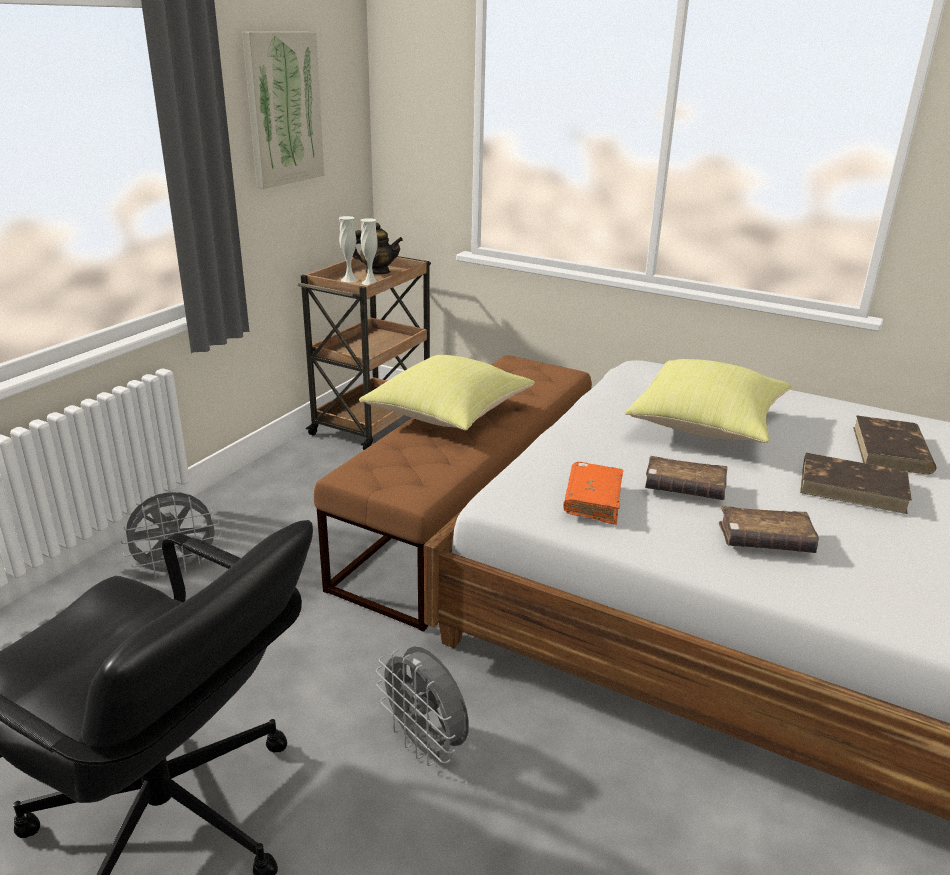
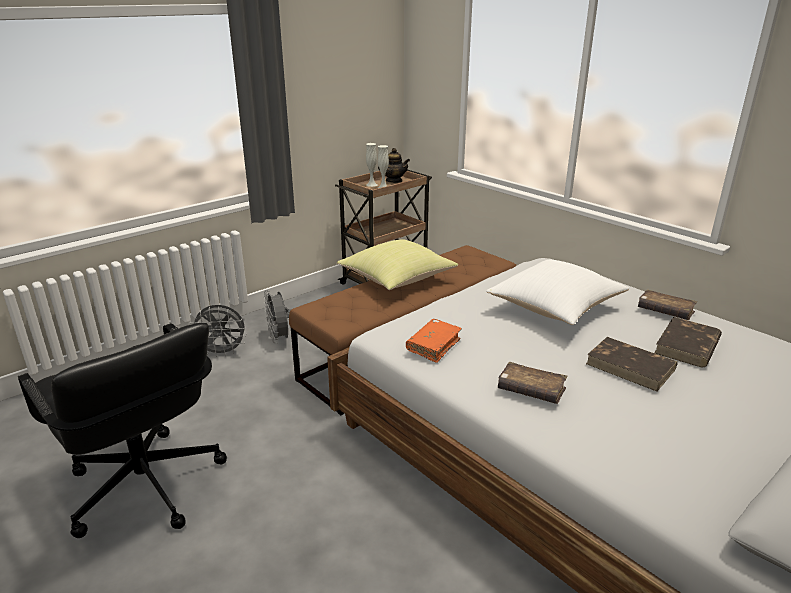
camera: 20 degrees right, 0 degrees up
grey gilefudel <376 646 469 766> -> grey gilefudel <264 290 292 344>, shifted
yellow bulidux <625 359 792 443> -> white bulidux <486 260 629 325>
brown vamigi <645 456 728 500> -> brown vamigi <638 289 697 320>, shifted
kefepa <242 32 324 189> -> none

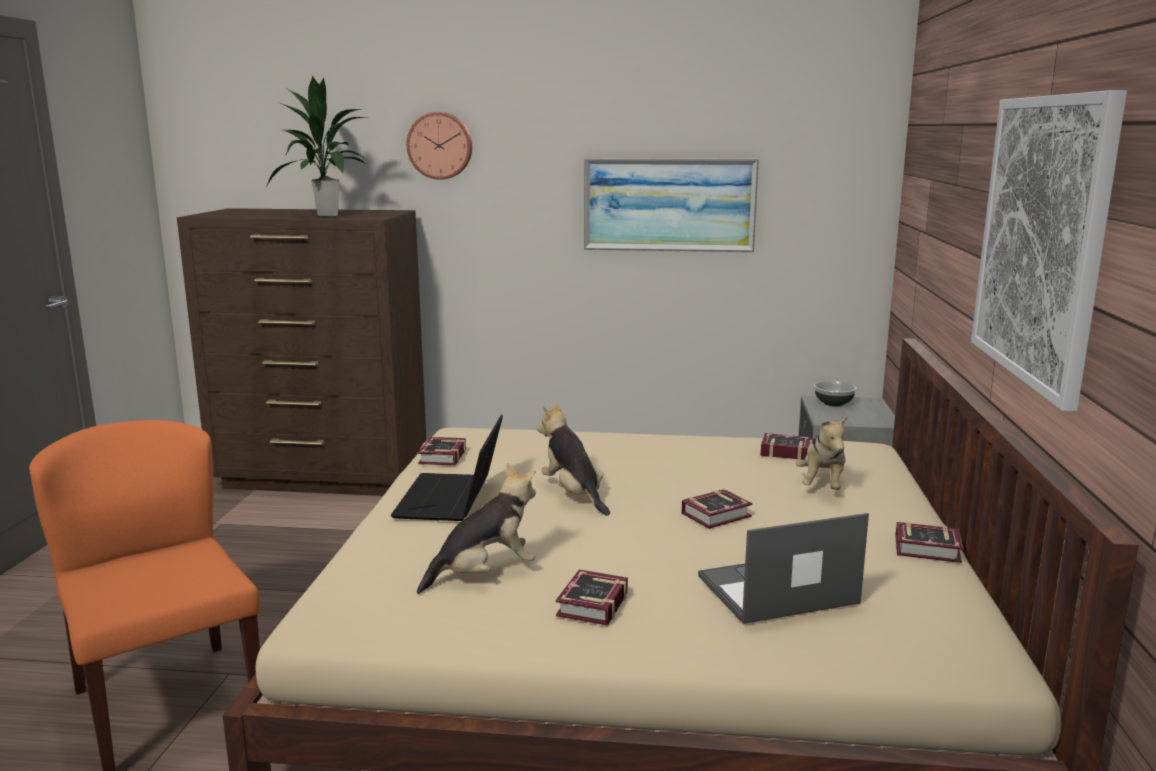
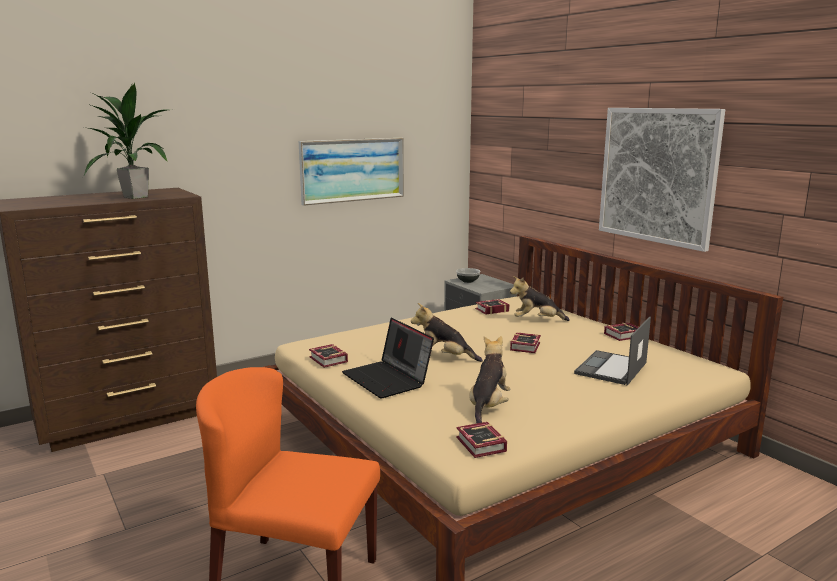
camera: 40 degrees left, 0 degrees up
vamigi <556 570 628 626> -> vamigi <456 422 507 458>, shifted
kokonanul <796 415 848 490> -> kokonanul <510 276 570 321>, 120 degrees clockwise
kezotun <407 112 472 180> -> none

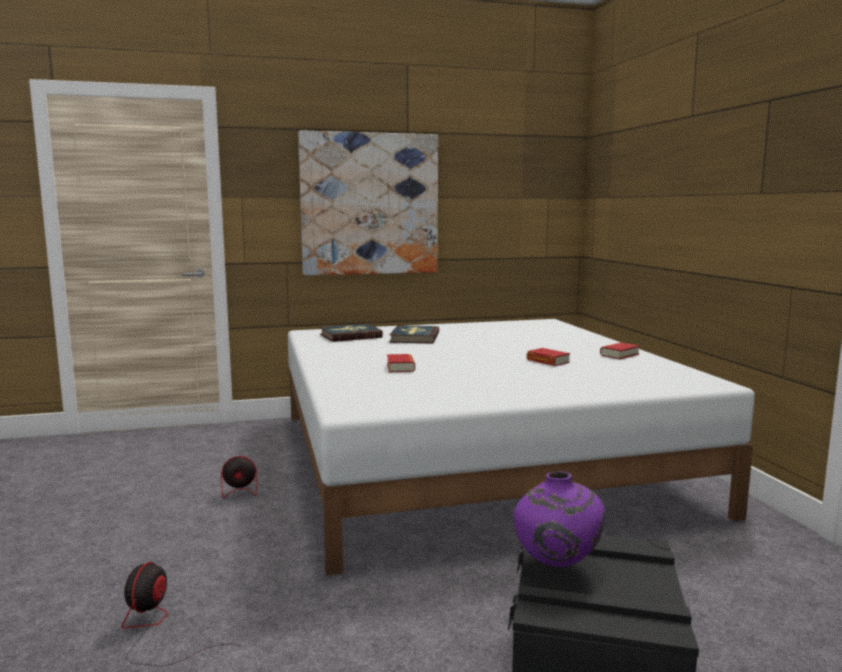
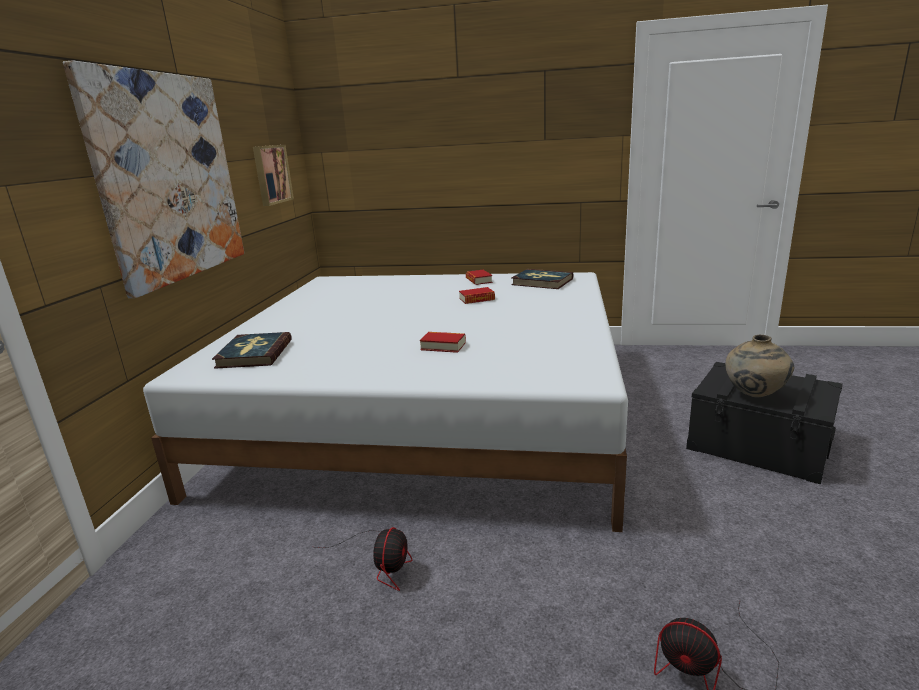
camera: 65 degrees left, 10 degrees up
none -> kefepa <253 145 294 206>
vamigi <389 325 439 344> -> vamigi <511 269 573 289>, shifted
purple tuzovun <513 471 606 567> -> beige tuzovun <726 335 794 398>

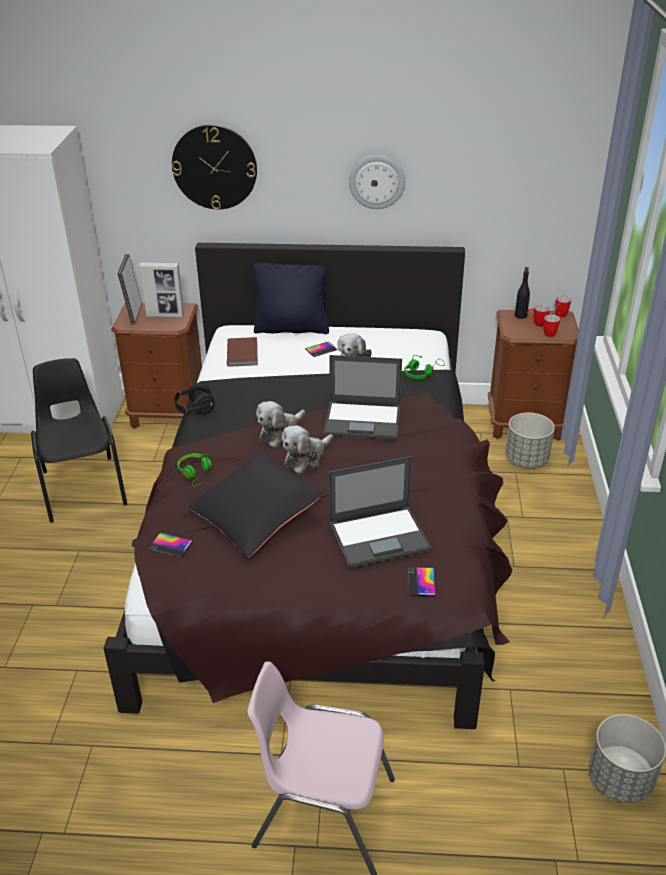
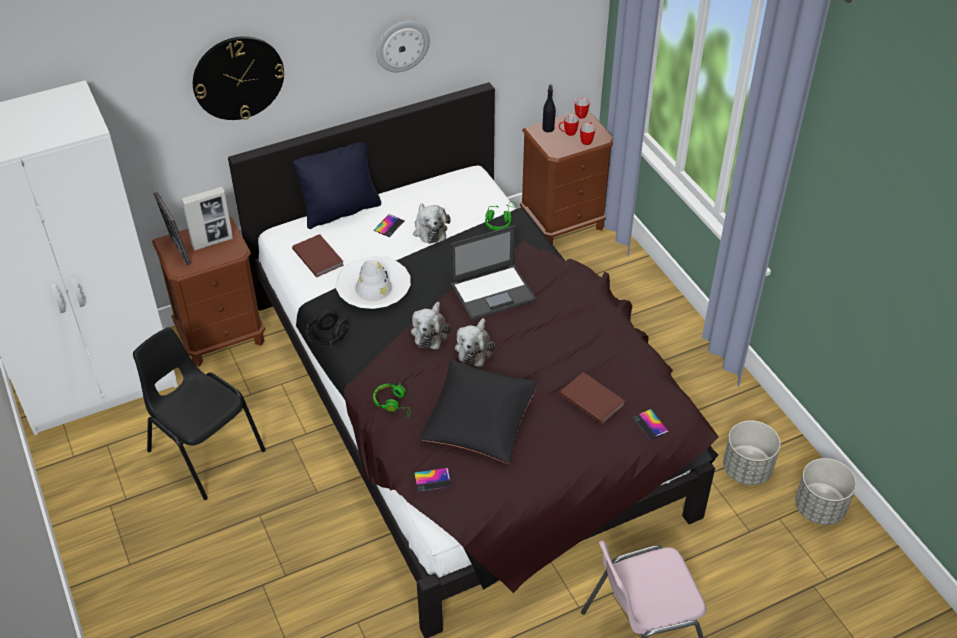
camera: 30 degrees left, 10 degrees up
none -> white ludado <336 256 411 309>
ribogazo <329 456 432 568> -> brown vamigi <560 372 625 424>
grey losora <505 412 555 467> -> grey losora <723 420 781 485>, shifted

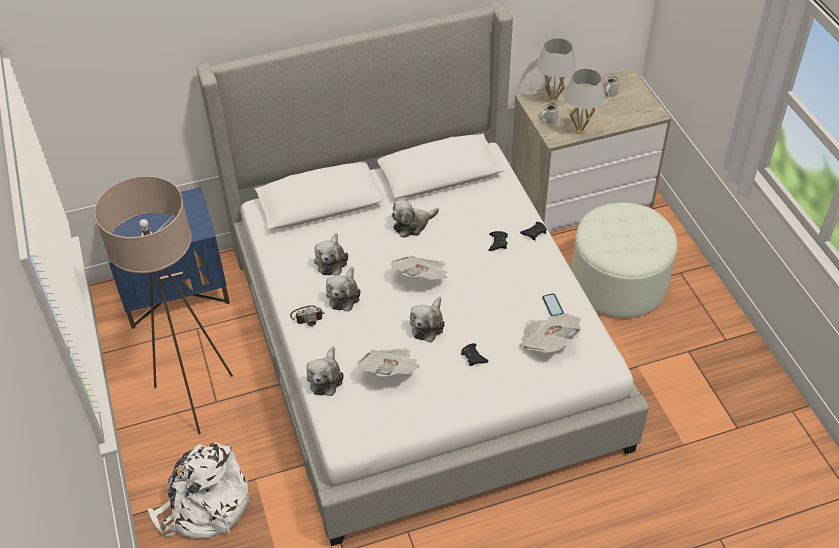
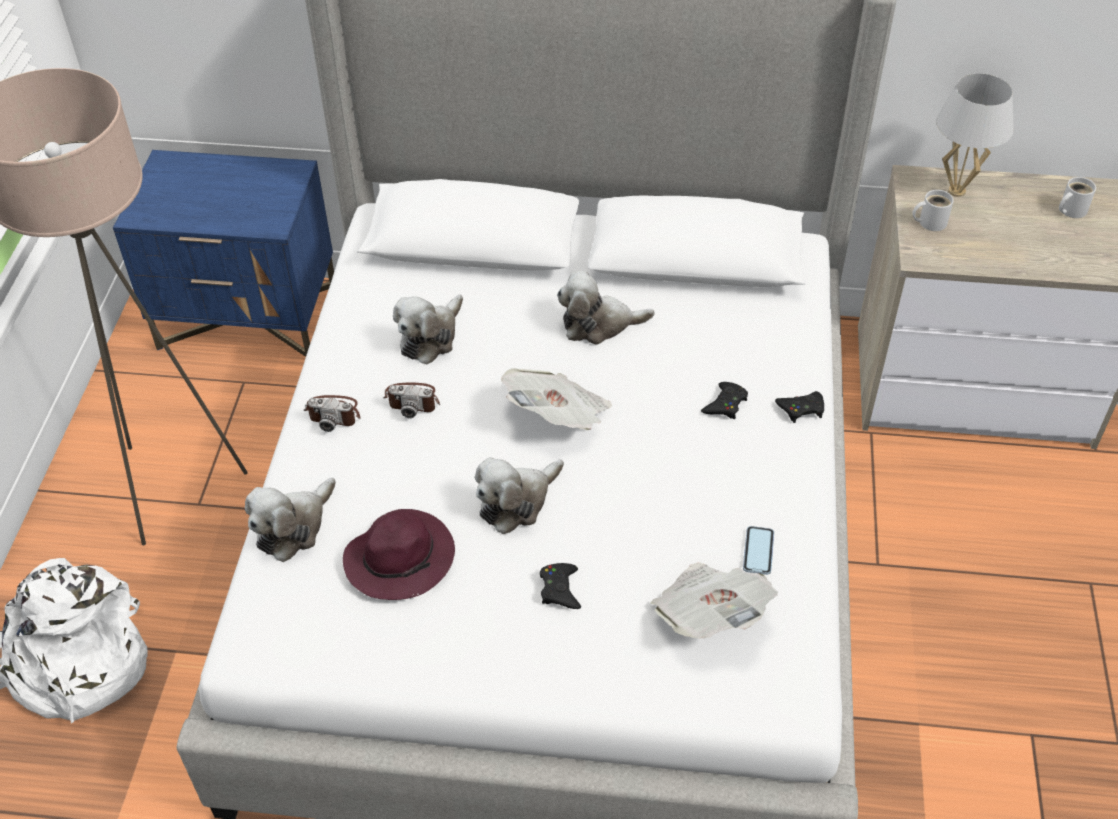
camera: 25 degrees right, 0 degrees up
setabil <357 348 419 376> -> purple ludado <343 509 455 600>
kokonanul <326 267 361 311> -> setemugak <383 382 440 418>
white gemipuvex <564 69 605 134> -> none
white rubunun <571 203 677 318> -> none

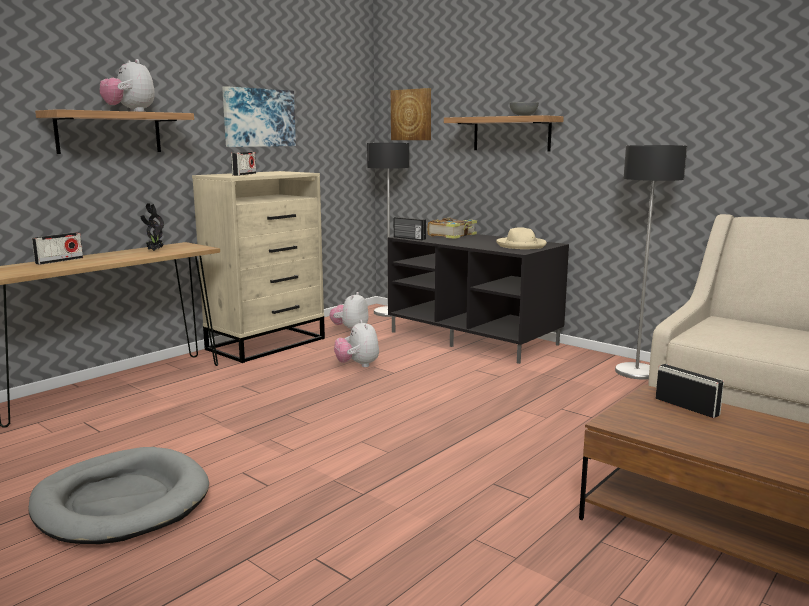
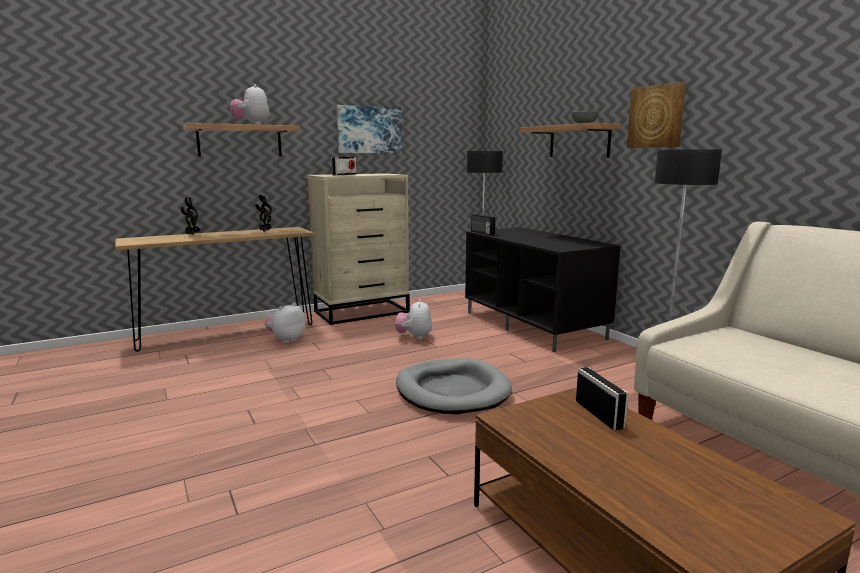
camera: 20 degrees right, 0 degrees up
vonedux <32 232 83 265> -> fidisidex <181 197 201 235>
kokonanul <329 292 368 330> -> kokonanul <265 303 306 343>, shifted
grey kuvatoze <28 447 209 544> -> grey kuvatoze <396 358 512 415>, shifted
kefepa <391 88 431 140> -> kefepa <627 82 686 148>, shifted
vamigi <428 218 477 239> -> none
beige ludado <496 227 547 249> -> none

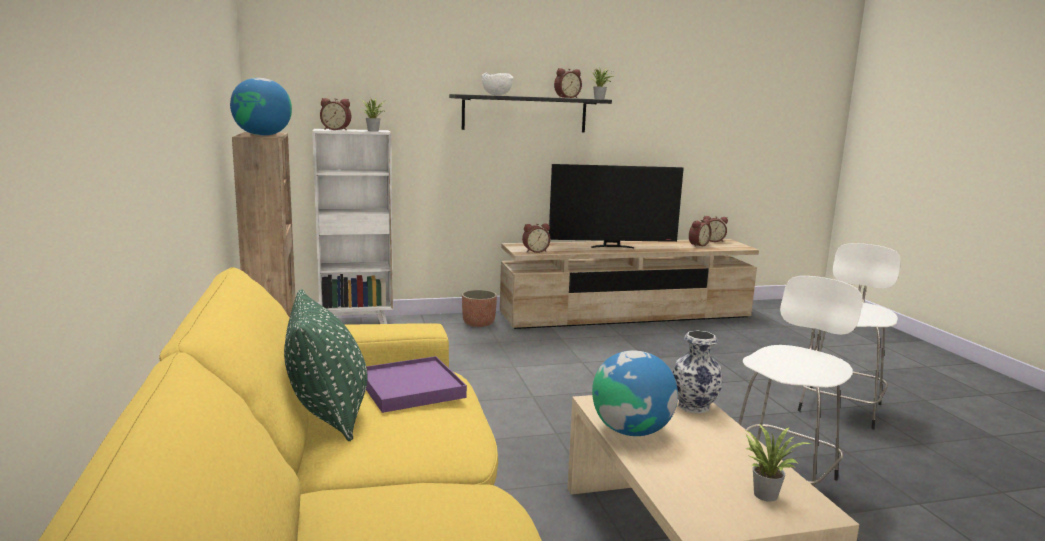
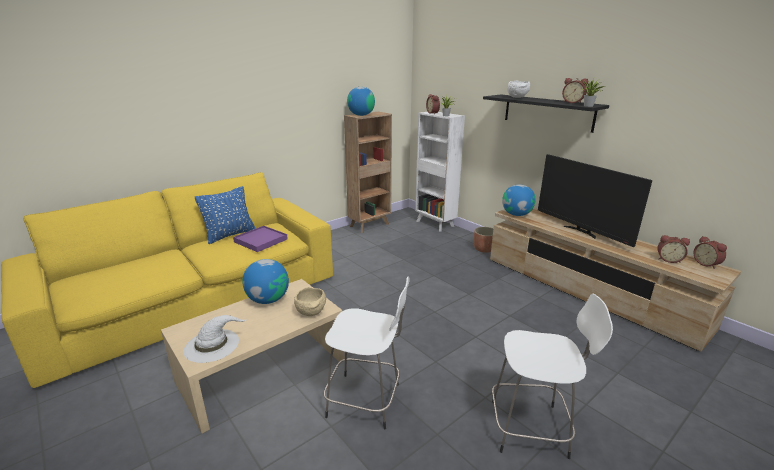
camera: 65 degrees right, 10 degrees up
fidisidex <746 424 812 502> -> white ludado <183 315 248 363>
green bulidux <284 289 368 441> -> blue bulidux <195 186 256 244>
tuzovun <672 330 723 414> -> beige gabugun <294 287 326 316>
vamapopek <522 223 550 253> -> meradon <502 184 536 216>

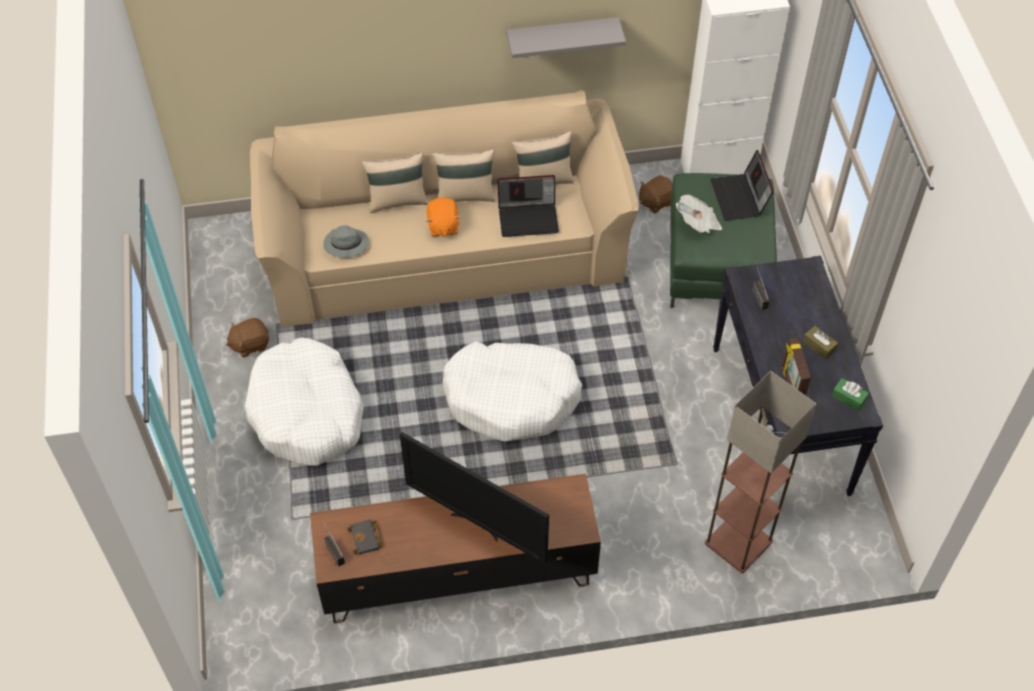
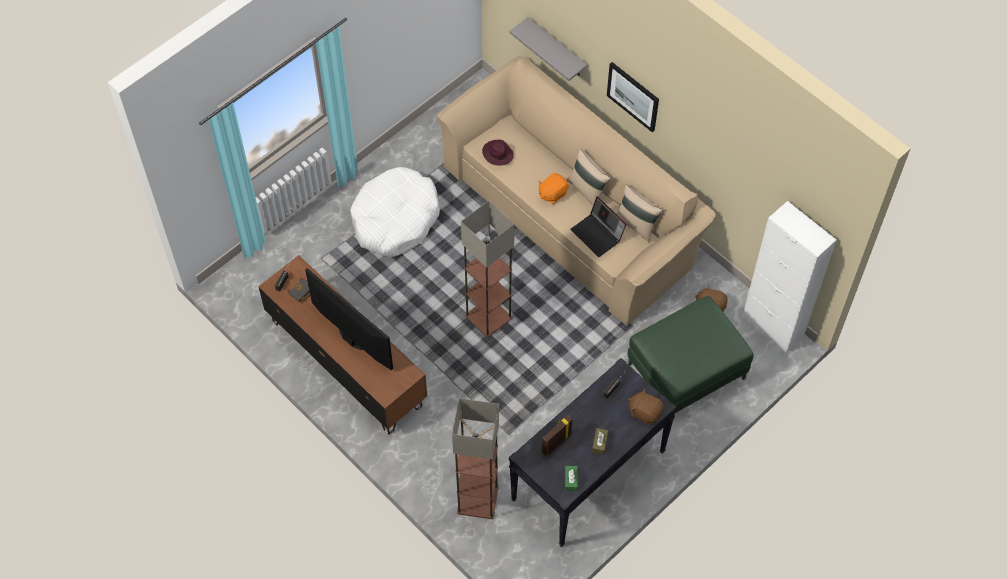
camera: 55 degrees right, 5 degrees up
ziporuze <400 432 549 564> -> ziporuze <305 268 393 371>, 135 degrees clockwise
white kuvatoze <443 341 582 441> -> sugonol <461 201 514 338>
grey ludado <323 225 369 258> -> purple ludado <482 140 514 166>
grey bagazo <506 17 626 58> -> grey bagazo <509 17 588 81>, shifted
none -> kefepa <607 62 659 132>
brown kokonanul <226 318 269 358> -> brown kokonanul <629 389 664 425>, shifted
beige bulidux <361 152 428 214> -> none
setabil <676 194 722 233> -> none
ribogazo <710 150 773 221> -> none

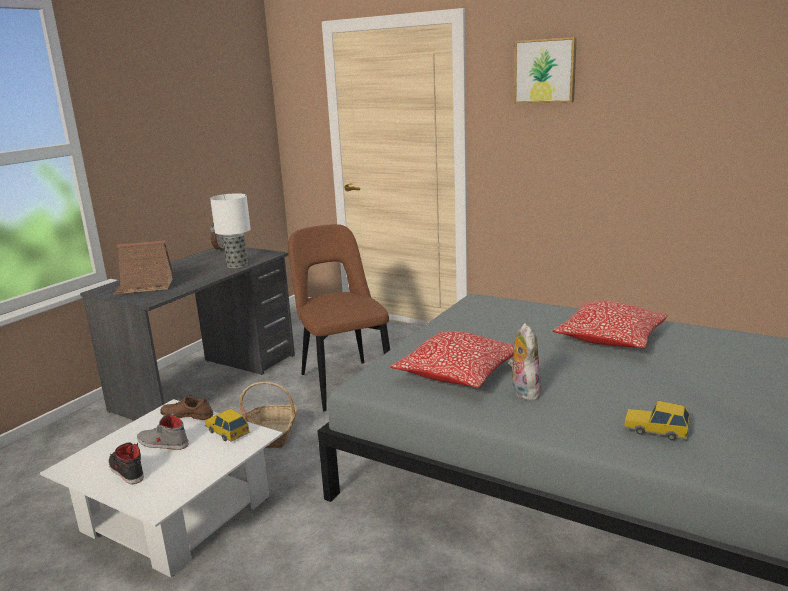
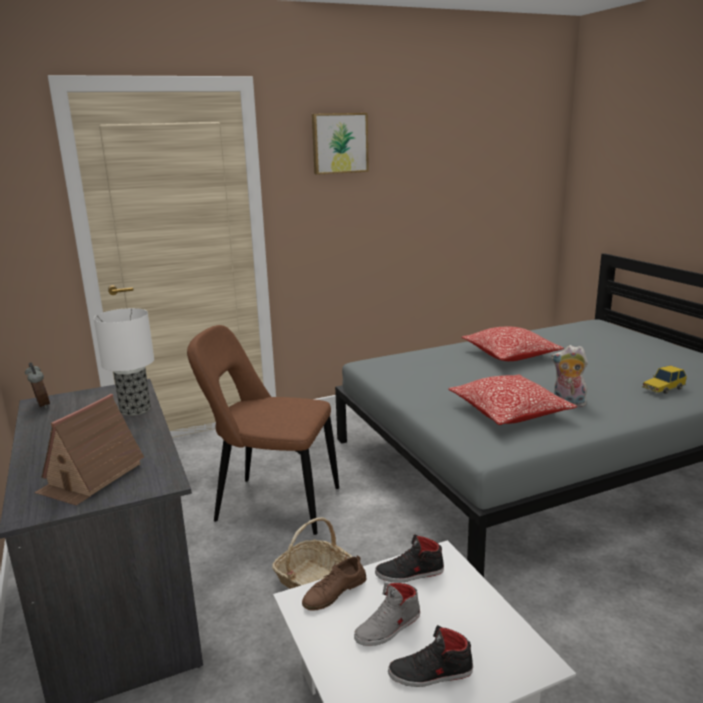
camera: 55 degrees left, 0 degrees up
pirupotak <205 408 250 442> -> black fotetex <375 534 444 583>

